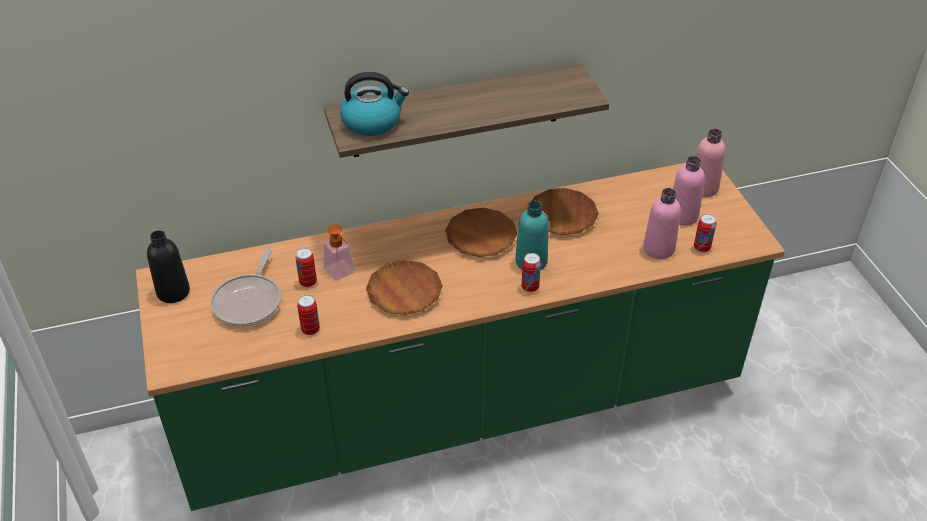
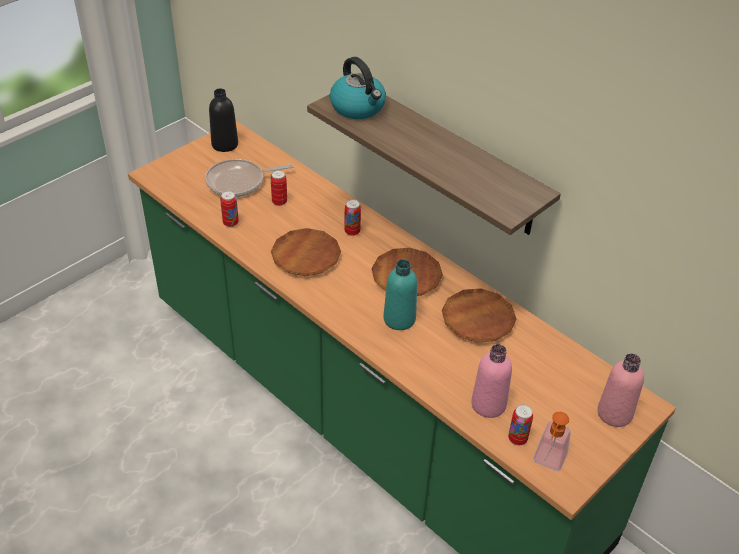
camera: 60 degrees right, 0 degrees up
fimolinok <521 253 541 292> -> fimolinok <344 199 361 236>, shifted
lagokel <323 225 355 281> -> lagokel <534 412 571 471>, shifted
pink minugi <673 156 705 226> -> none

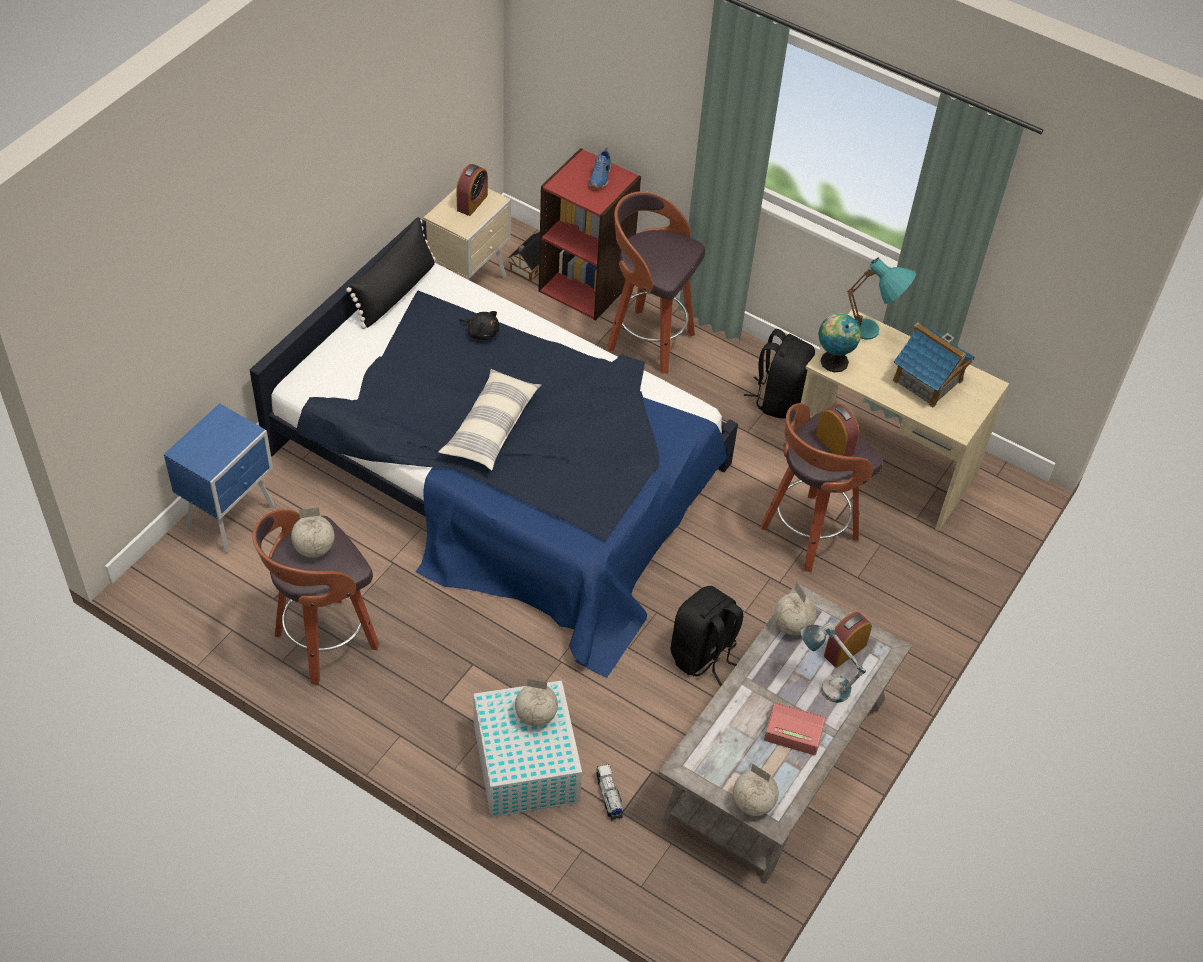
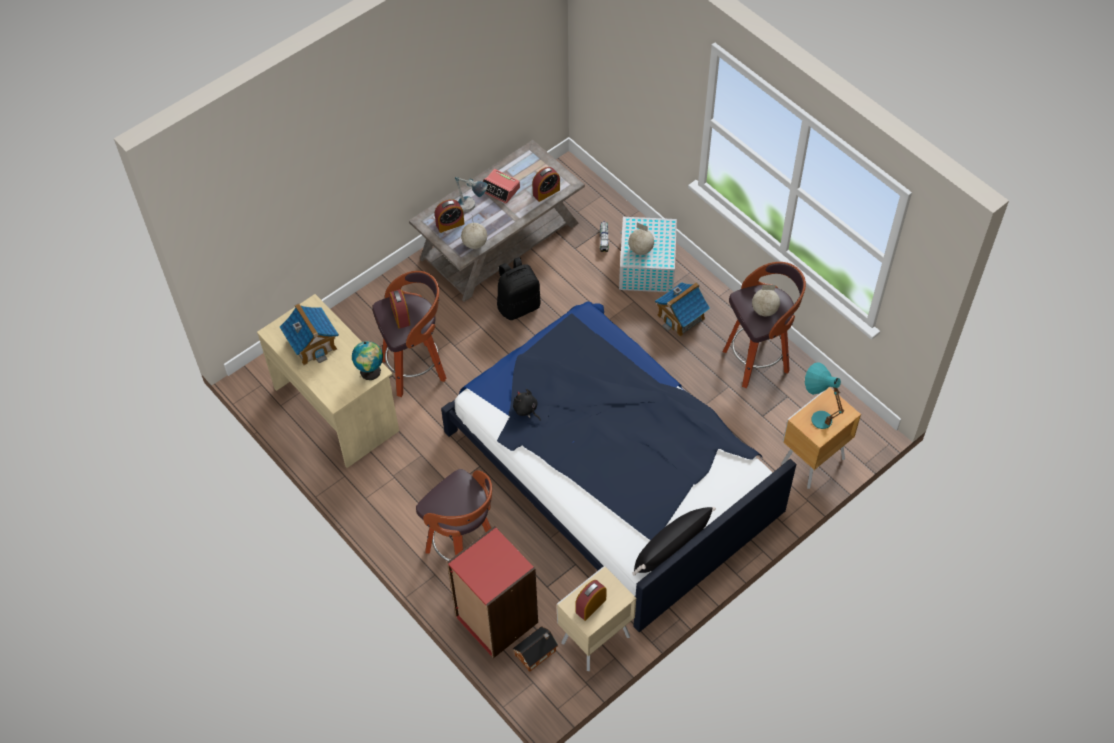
camera: 160 degrees left, 5 degrees up
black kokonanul <459 311 499 340> -> black kokonanul <513 389 541 421>, shifted
none -> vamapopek <532 167 560 202>
none -> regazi <655 282 710 337>
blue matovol <164 403 275 553> -> brown matovol <781 387 861 489>
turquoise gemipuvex <847 258 916 340> -> turquoise gemipuvex <805 362 845 429>, shifted
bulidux <438 369 541 471> -> none
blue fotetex <589 147 611 188> -> none
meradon <733 764 779 816> -> none
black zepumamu <744 329 815 418> -> none

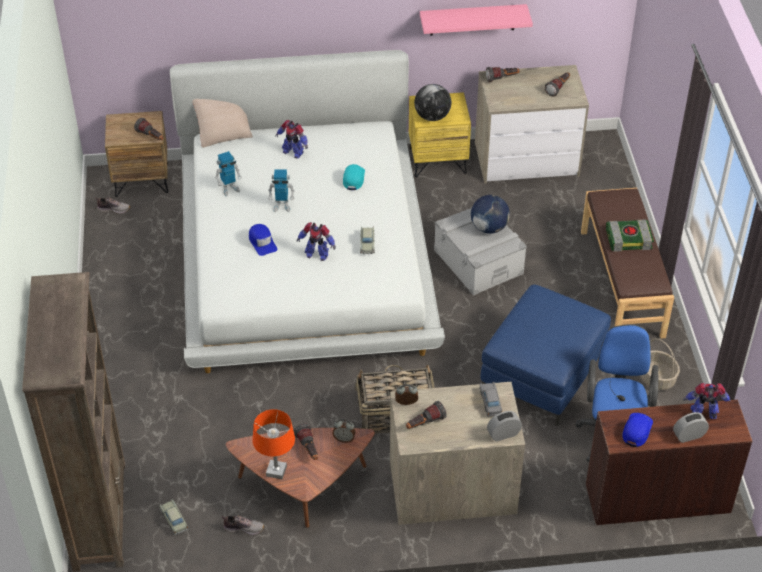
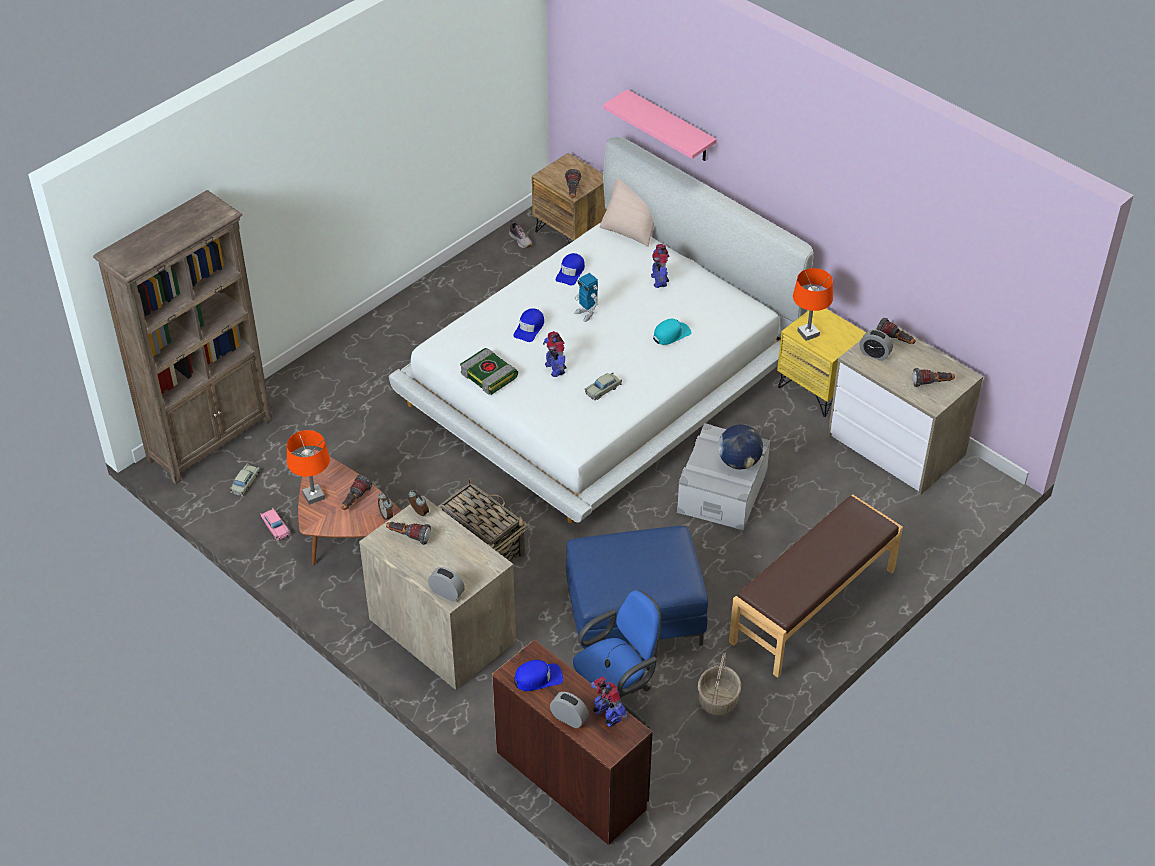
camera: 50 degrees right, 0 degrees up
fotetex <221 515 264 535> -> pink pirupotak <260 508 290 541>
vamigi <606 219 654 252> -> vamigi <460 348 518 395>, shifted
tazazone <215 151 242 197> -> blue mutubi <556 253 585 285>
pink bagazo <420 4 533 36> -> pink bagazo <603 89 717 161>, shifted
meradon <414 84 452 121> -> orange gemipuvex <793 268 833 341>
none -> vamapopek <859 330 893 361>
grey pirupotak <479 382 502 416> -> none

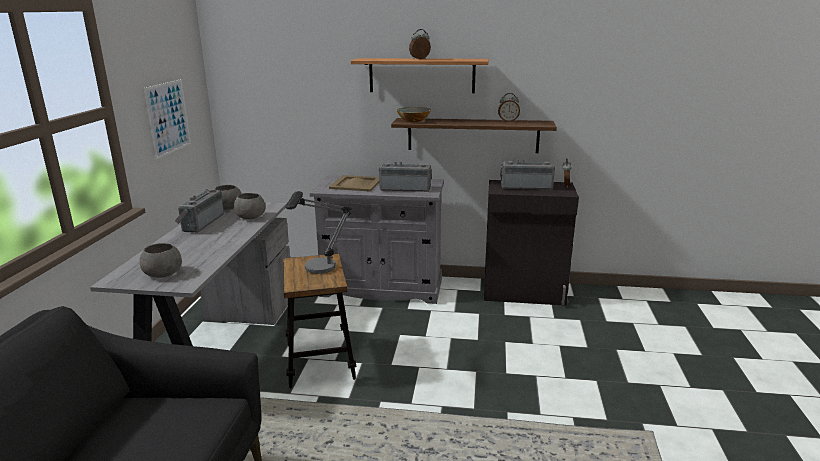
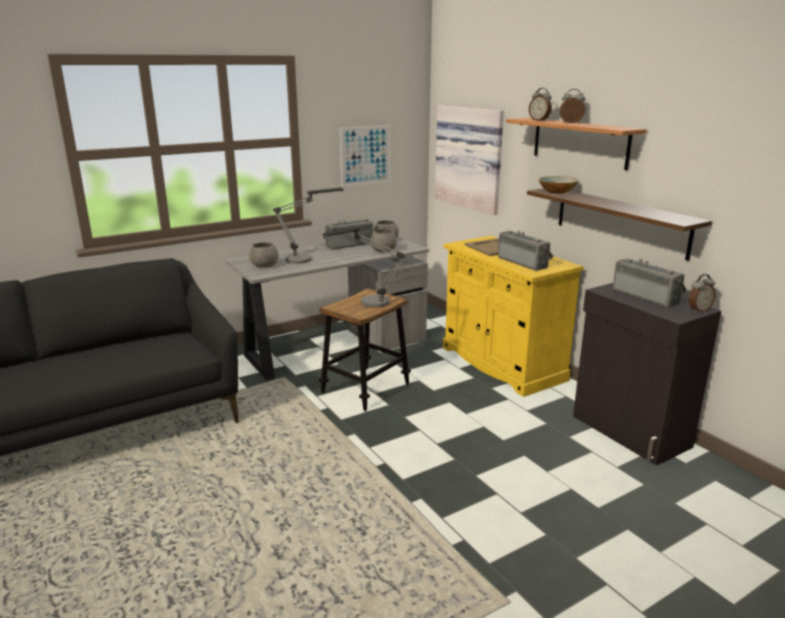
camera: 50 degrees right, 0 degrees up
none -> gemipuvex <273 188 343 264>
none -> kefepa <435 105 504 215>
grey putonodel <310 176 444 304> -> yellow putonodel <443 236 584 397>
vamapopek <498 93 520 122> -> vamapopek <529 88 552 121>, shifted

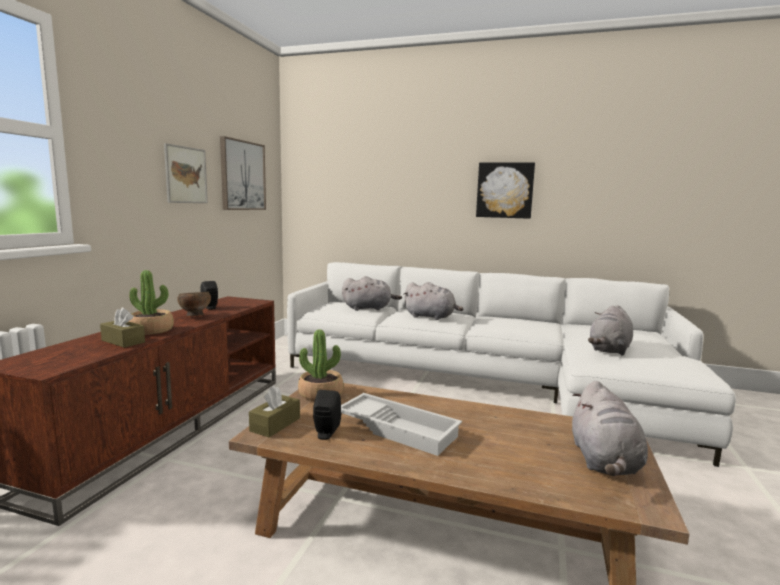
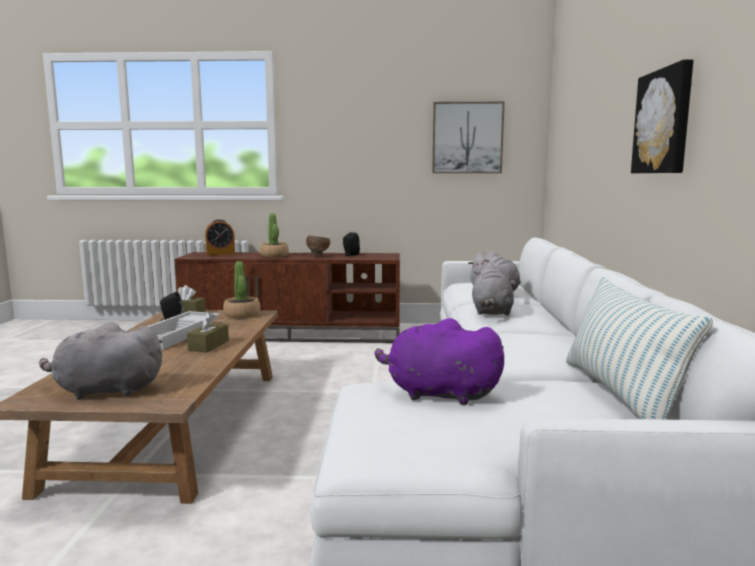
camera: 75 degrees right, 0 degrees up
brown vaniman <100 307 145 348> -> brown vaniman <187 312 229 352>, shifted
none -> vamapopek <205 219 235 255>
grey kokonanul <588 305 633 356> -> purple kokonanul <375 318 504 405>
none -> bulidux <566 277 713 420>
kefepa <164 143 208 203> -> none

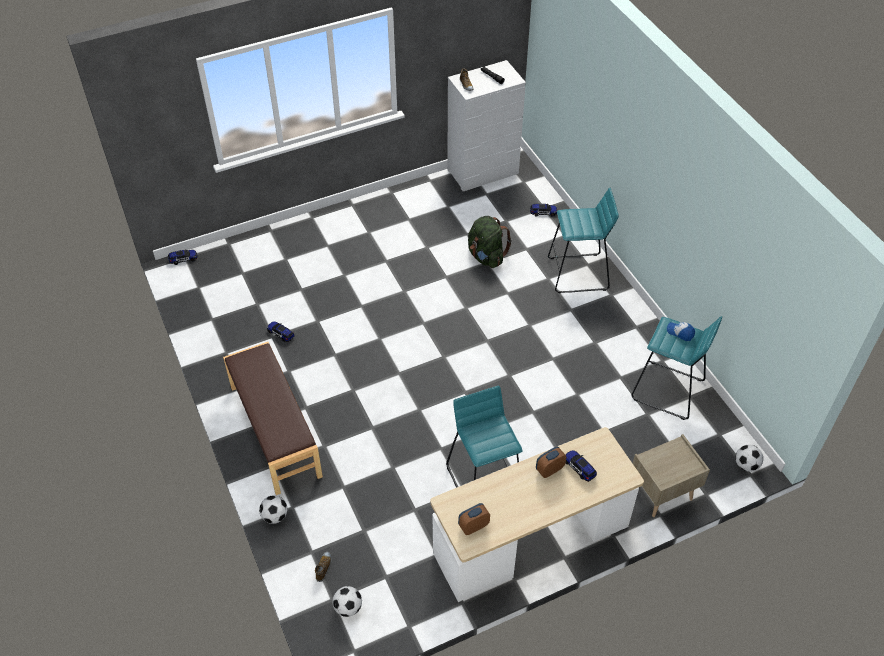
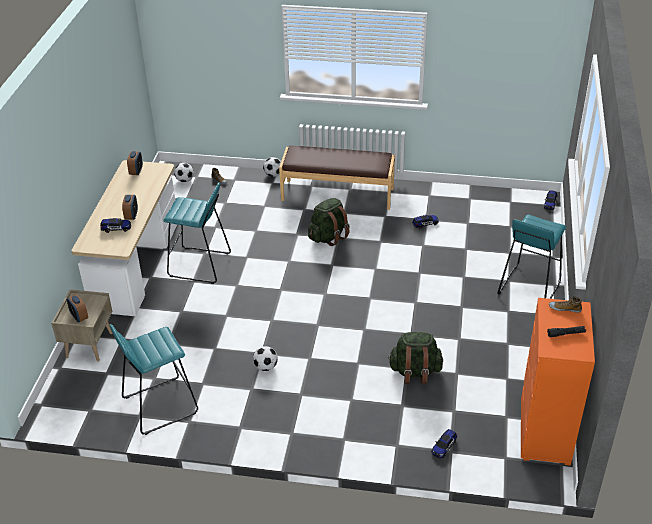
camera: 125 degrees right, 10 degrees down
none -> vamapopek <67 294 88 323>
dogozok <735 445 763 472> -> dogozok <253 346 278 371>, shifted
none -> green zepumamu <308 198 350 246>
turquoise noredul <548 188 619 293> -> turquoise noredul <497 215 566 299>, shifted
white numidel <447 60 526 191> -> orange numidel <521 298 595 466>
mutubi <667 322 695 341> -> none

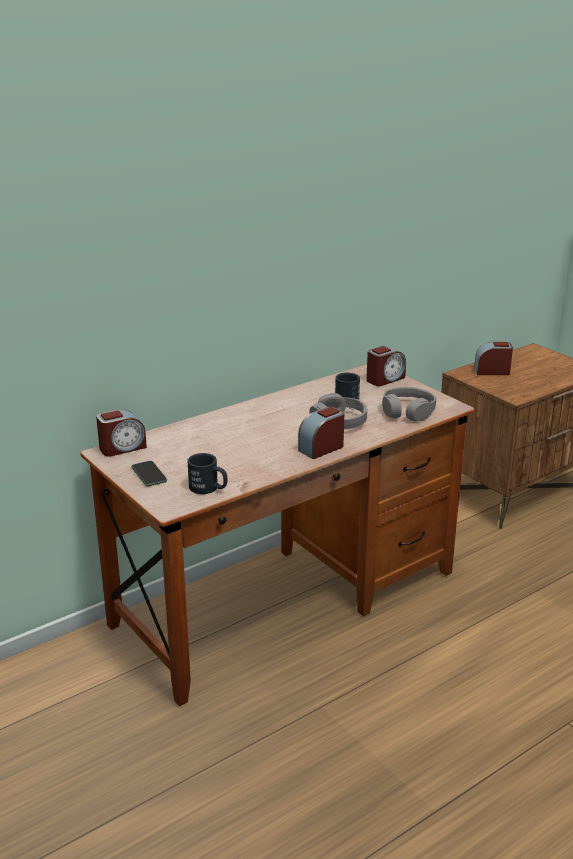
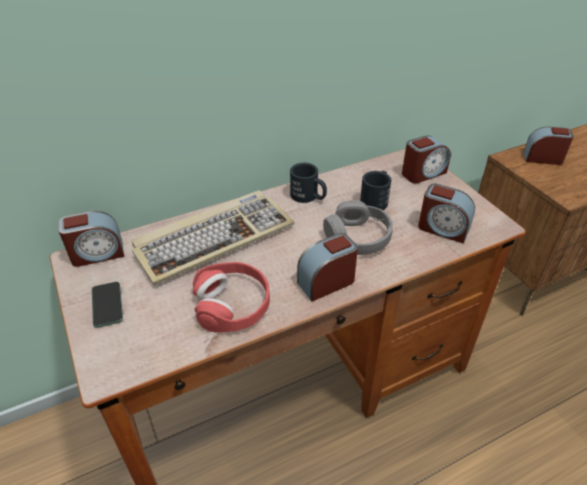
camera: 10 degrees right, 15 degrees up
none -> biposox <132 190 294 285>
none -> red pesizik <193 262 270 332>
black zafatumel <187 453 228 494> -> black zafatumel <290 163 327 203>, shifted
grey pesizik <382 387 436 422> -> vamapopek <418 184 475 243>

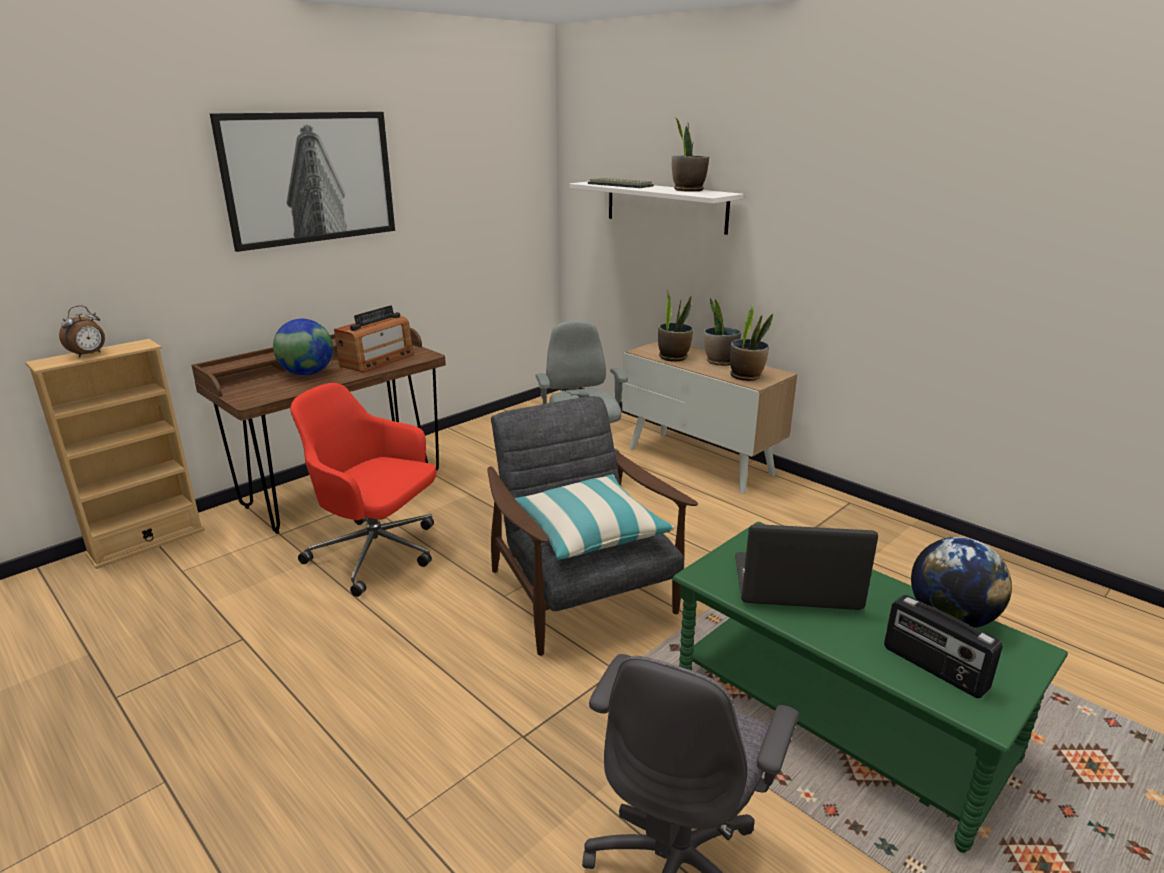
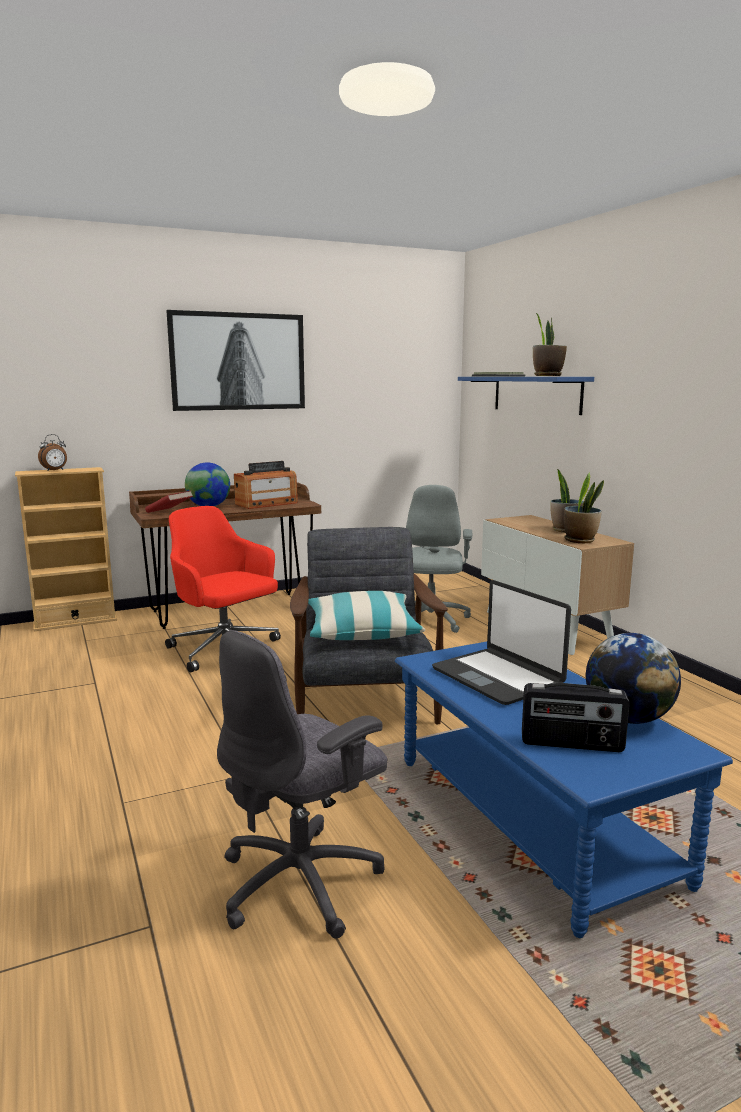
camera: 20 degrees right, 10 degrees down
none -> red vamigi <145 491 193 513>
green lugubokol <672 522 1068 853> -> blue lugubokol <395 642 733 938>
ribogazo <735 524 878 610> -> ribogazo <432 580 571 705>, 150 degrees counterclockwise
white bagazo <569 181 744 235> -> blue bagazo <458 377 594 415>
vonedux <884 595 1003 698> -> vonedux <522 683 630 752>, 60 degrees counterclockwise
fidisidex <658 290 693 362> -> none

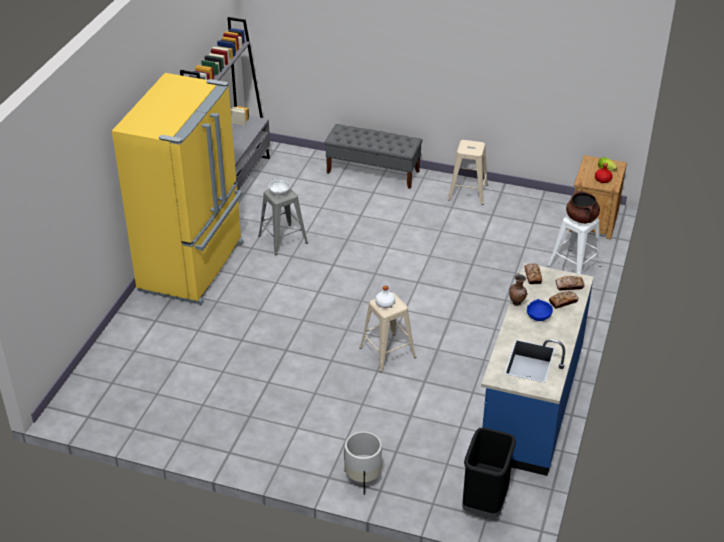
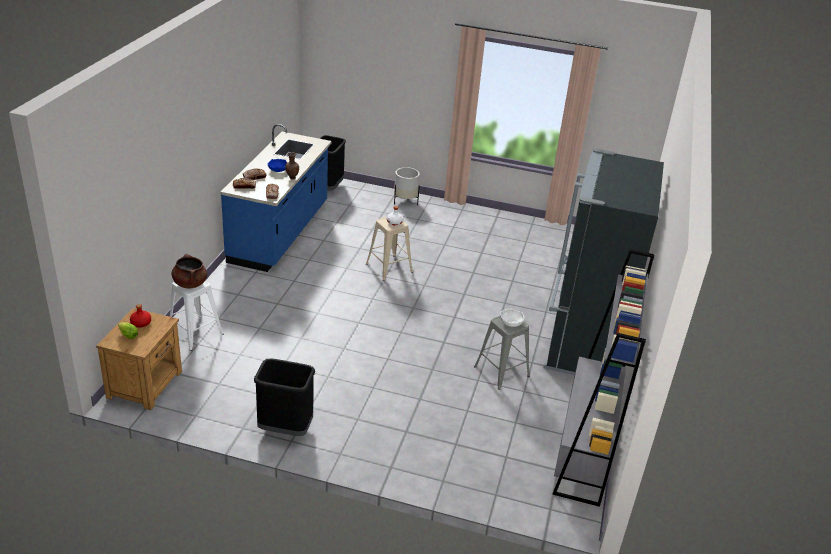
camera: 175 degrees right, 5 degrees down
beige noredul <448 140 488 205> -> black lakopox <254 359 315 436>
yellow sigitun <112 73 243 305> -> black sigitun <543 149 664 375>
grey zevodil <324 124 422 189> -> none

